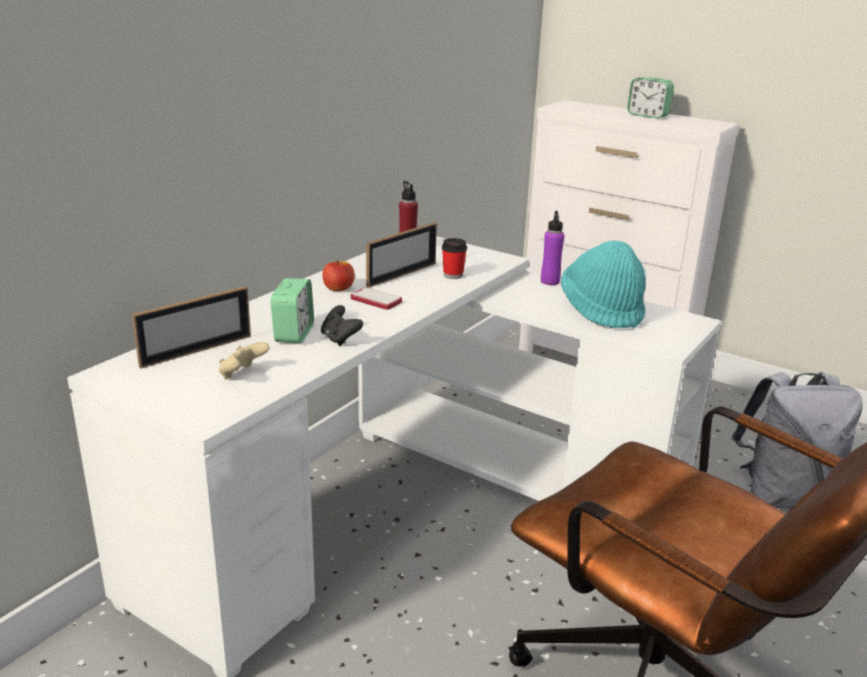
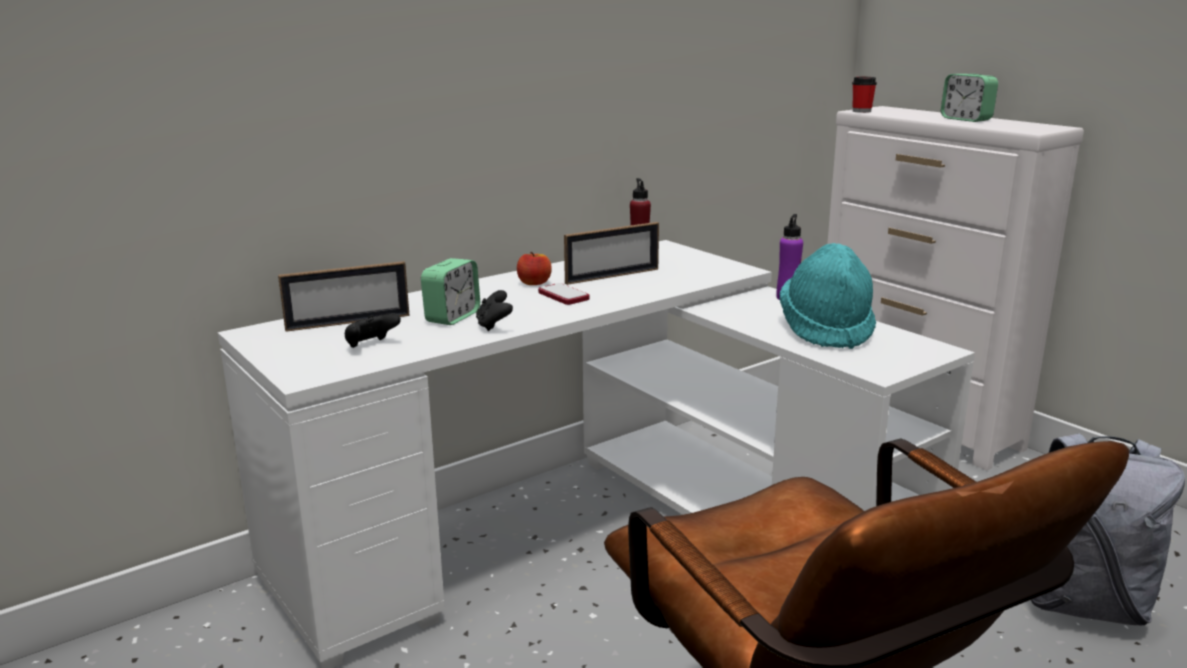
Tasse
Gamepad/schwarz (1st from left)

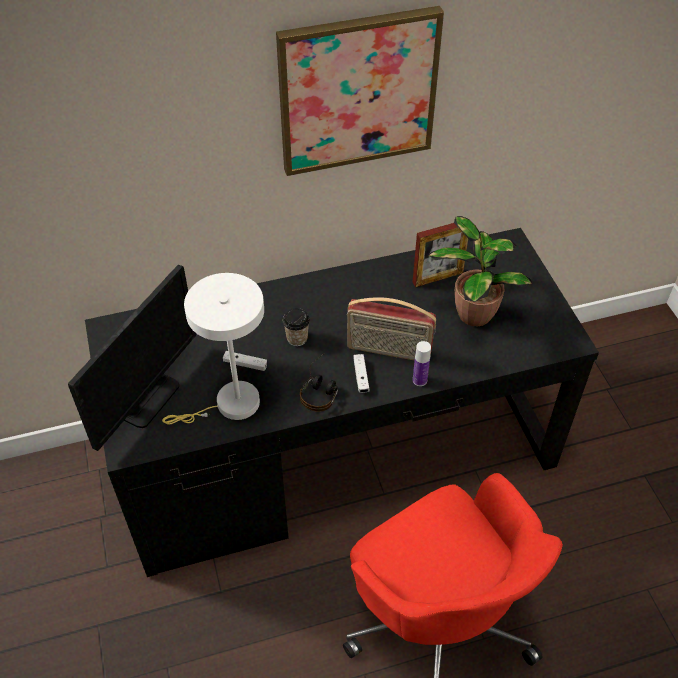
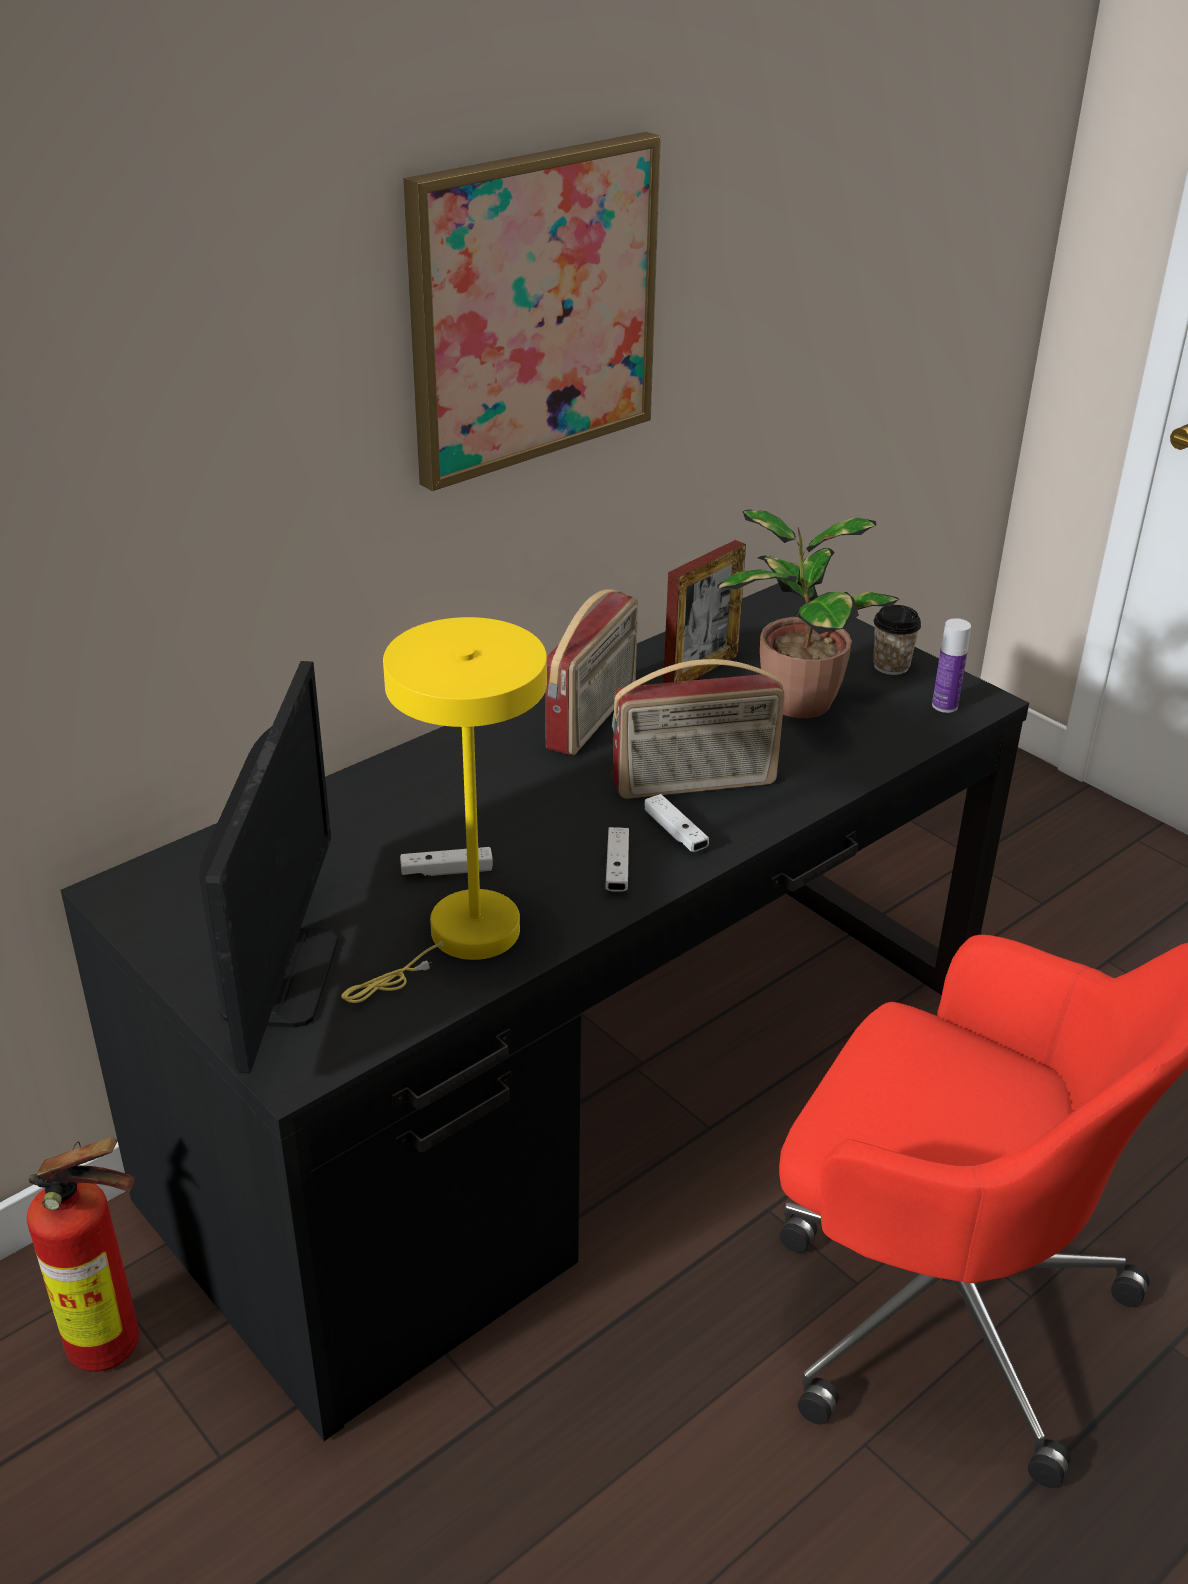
Feuerlöscher
Radio (1st from left)
Tasse
Flasche
Gamepad/weiß (2nd from left)
Tischlampe/gelb

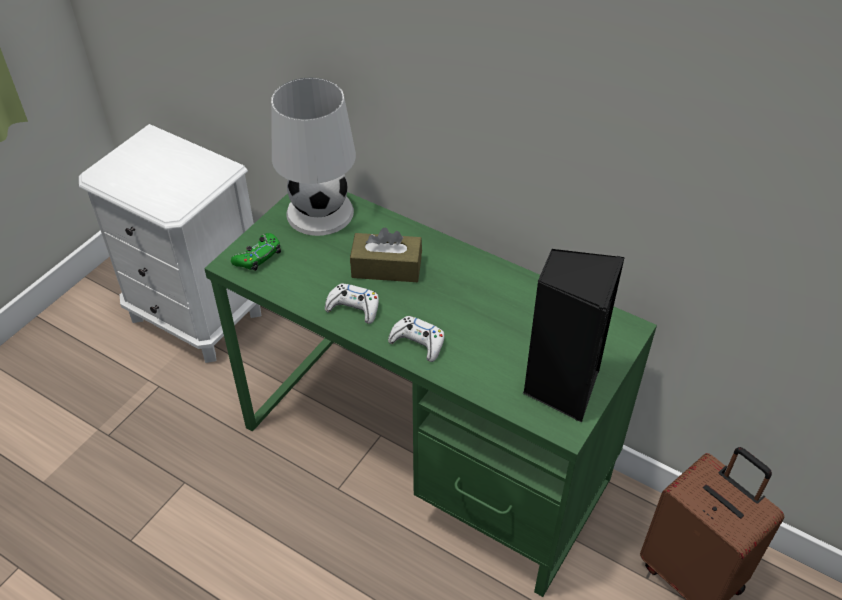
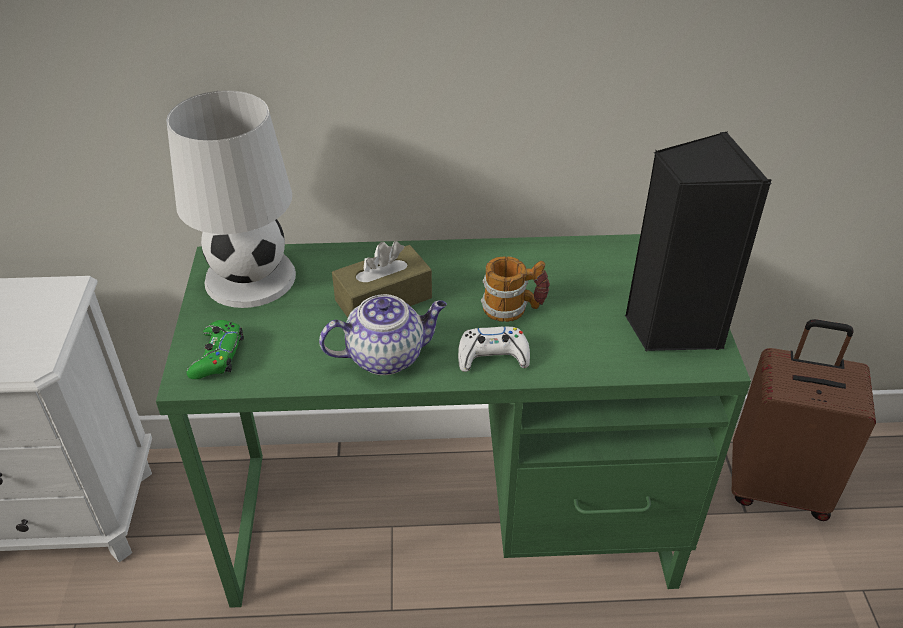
Henkelbecher
Teekanne

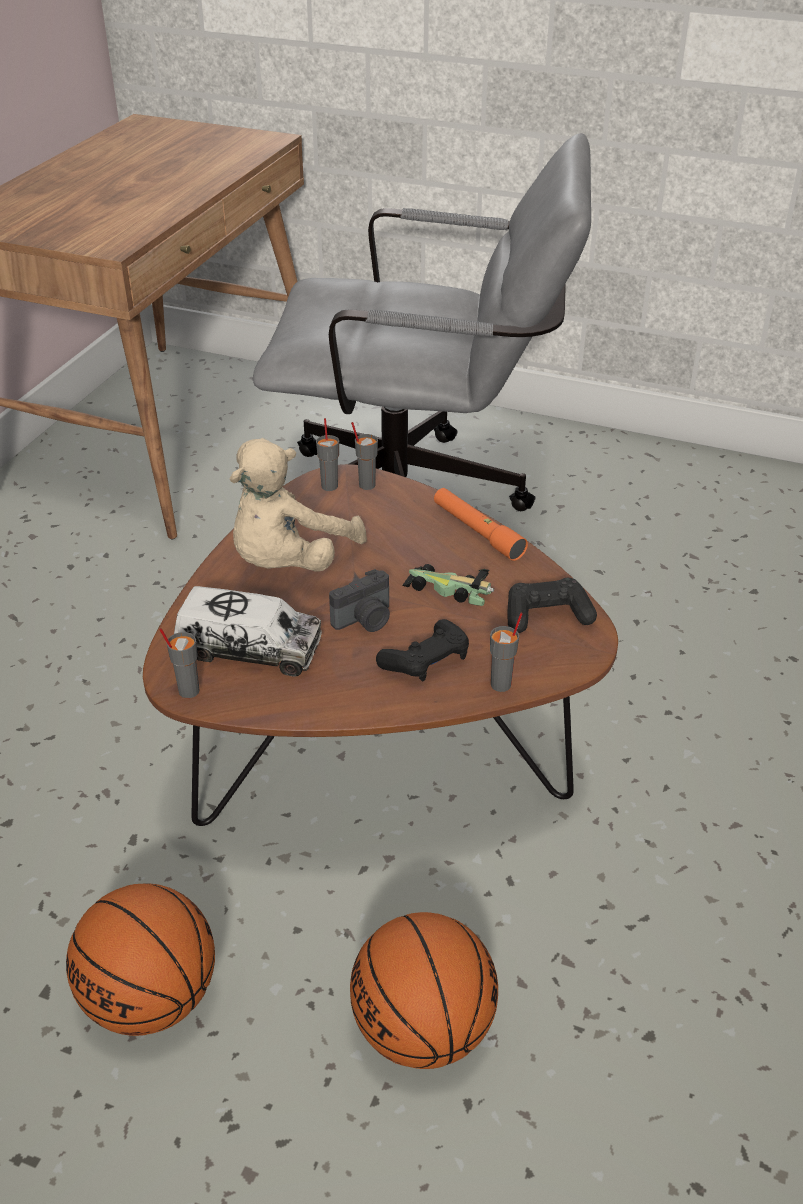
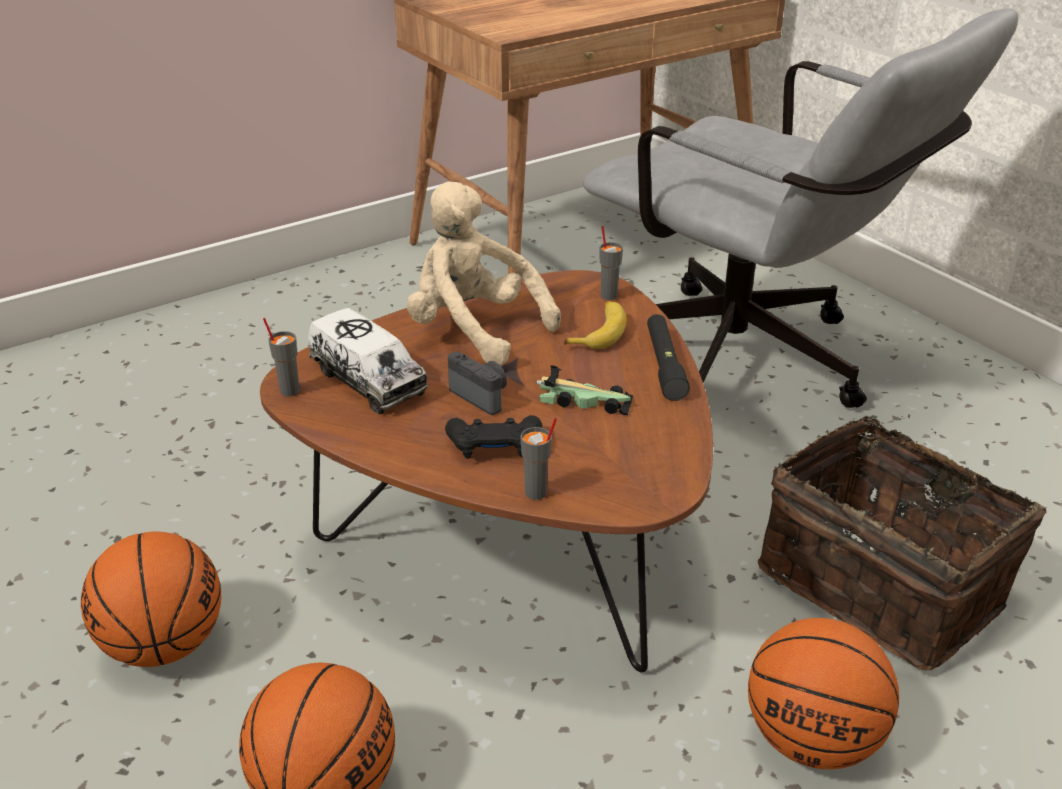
Tasse/grau (2nd from left in the first image)
Gamepad/schwarz (2nd from left in the first image)
Banane
Basketball (3rd from left)
Korb
Taschenlampe/schwarz
Plüschtier/beige
Kamera
Spielzeugauto

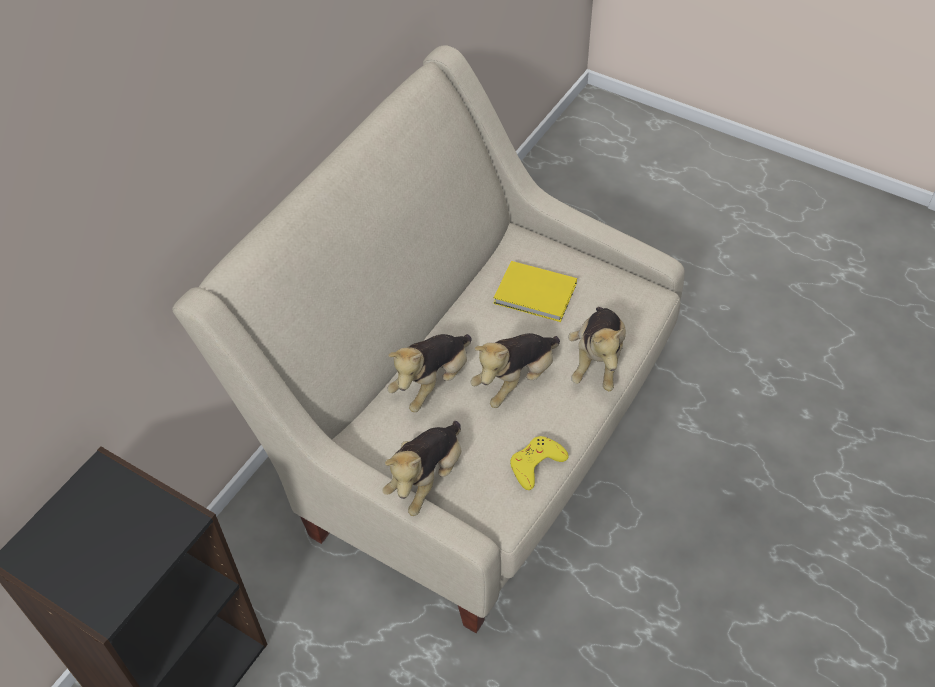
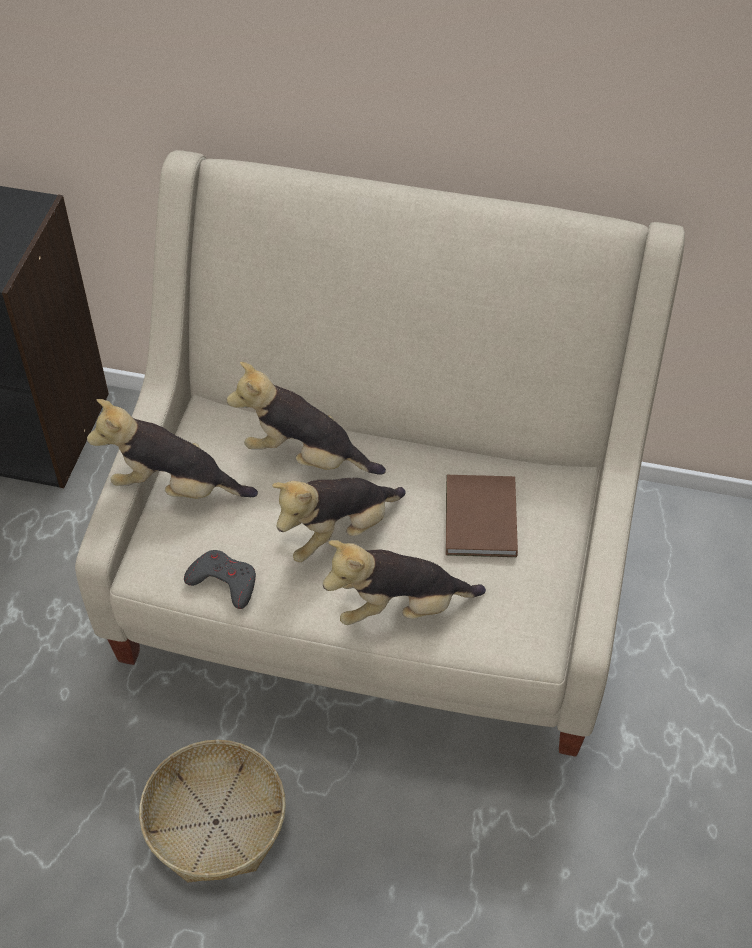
Korb
Buch/braun
Gamepad/grau
Plüschtier (3rd from left)

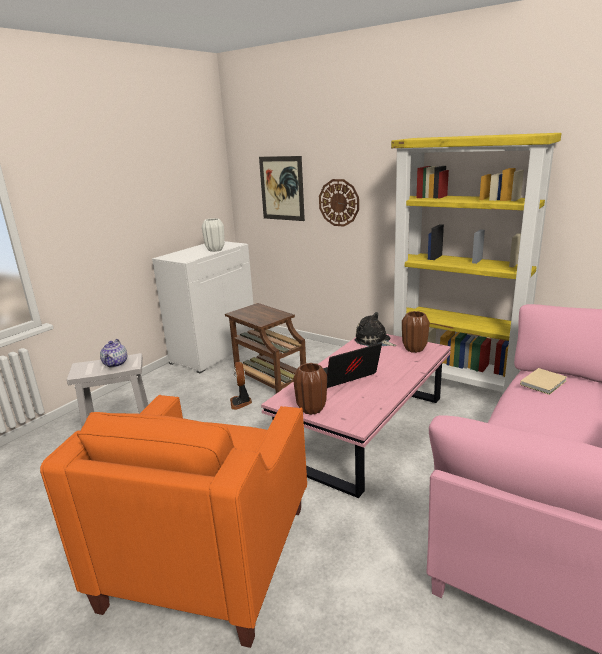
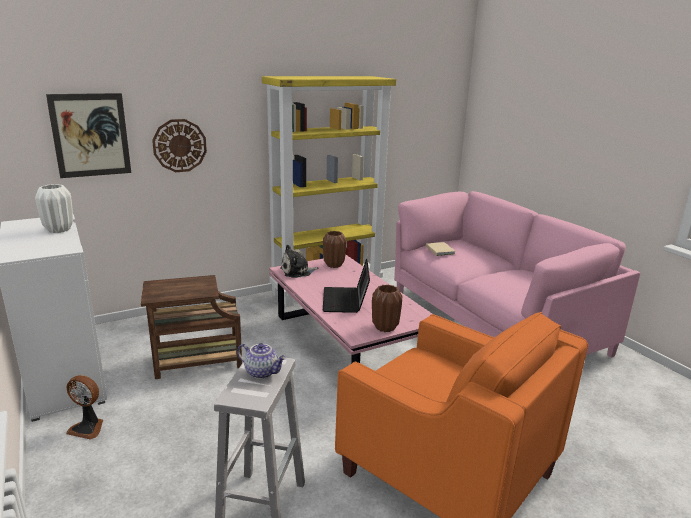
Ventilator

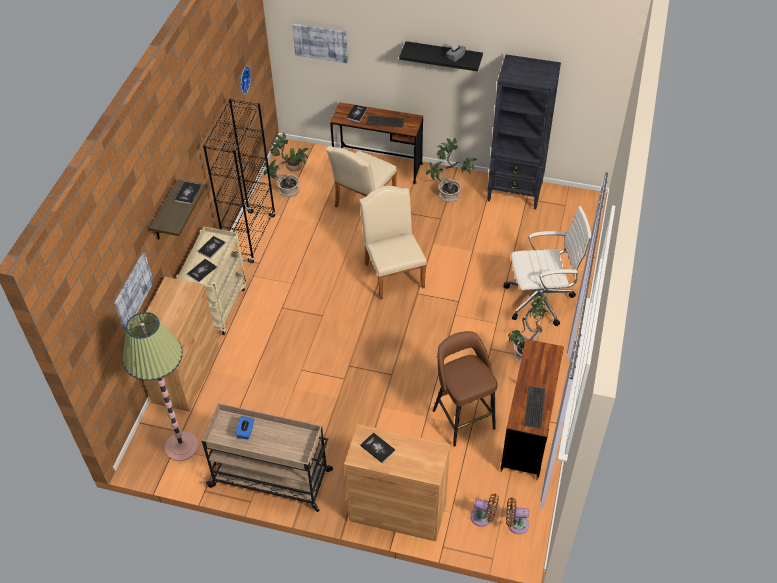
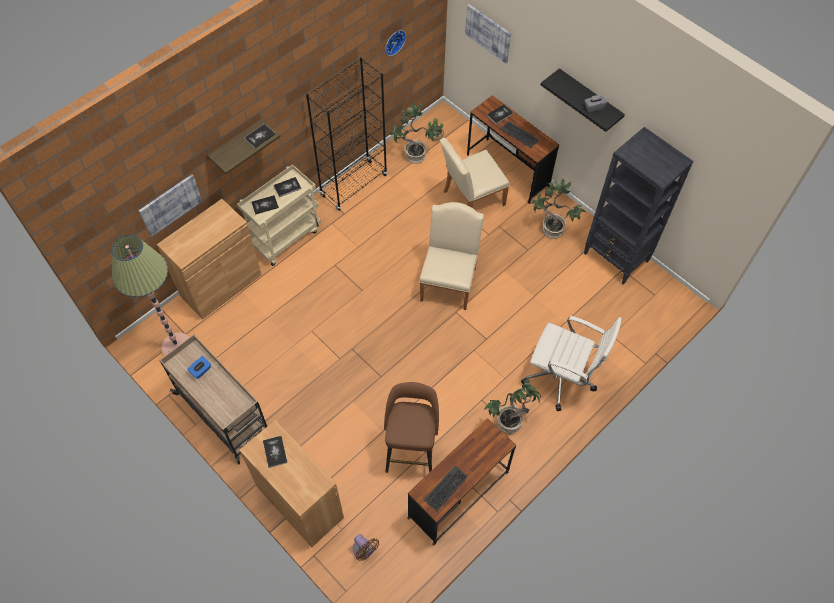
Ventilator/braun (2nd from left in the first image)

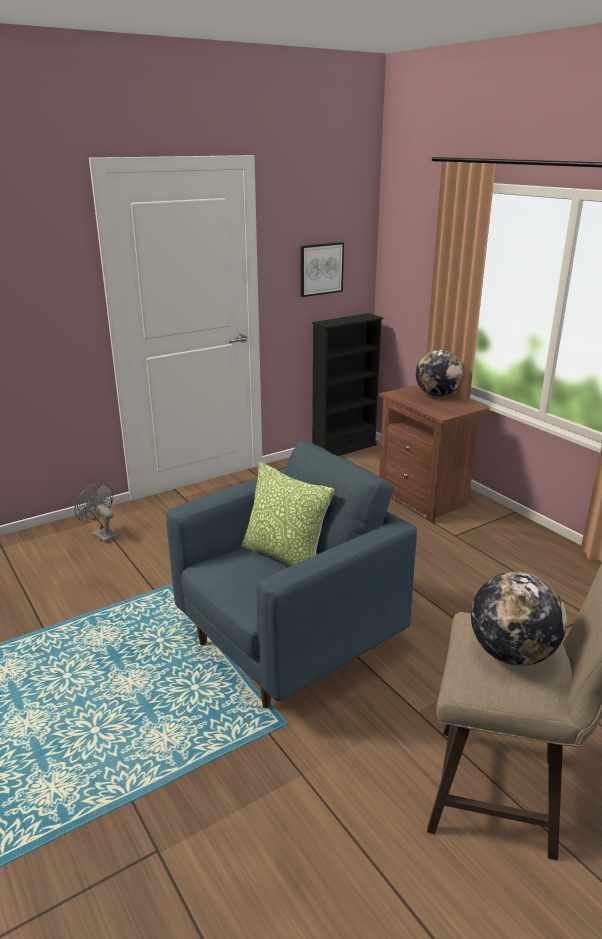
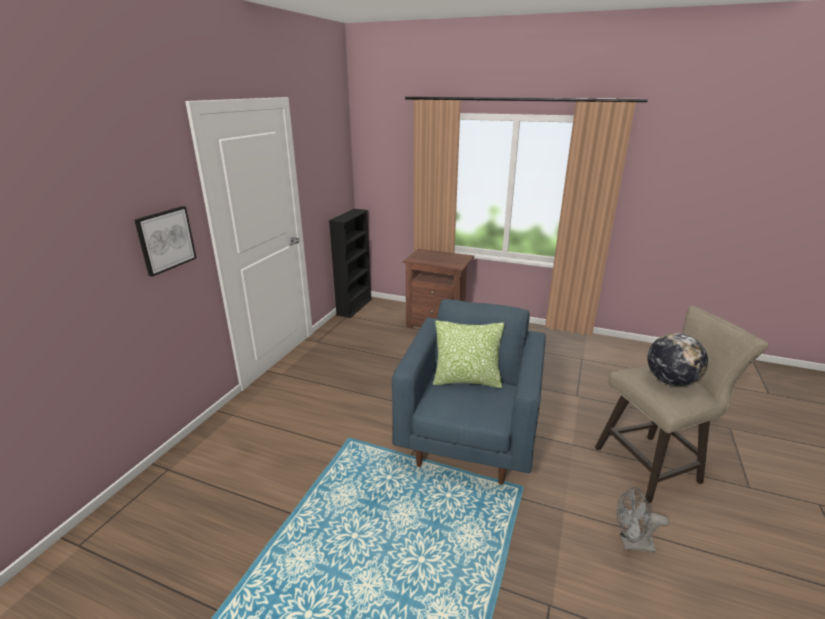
Globus (1st from left in the first image)
Ventilator/grau
Bild

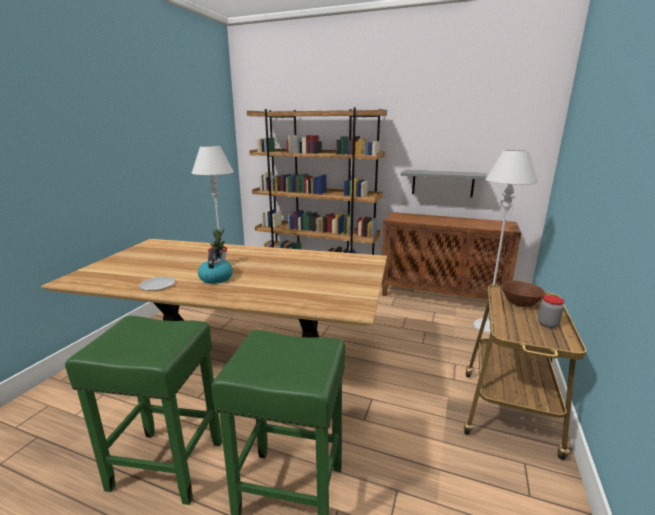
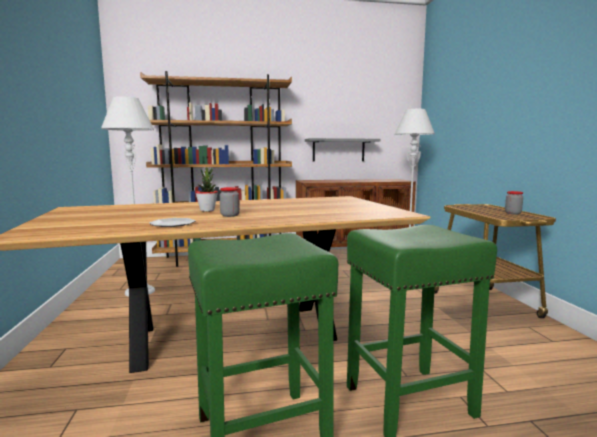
Schüssel/braun
Vorratsglas (1st from left)

